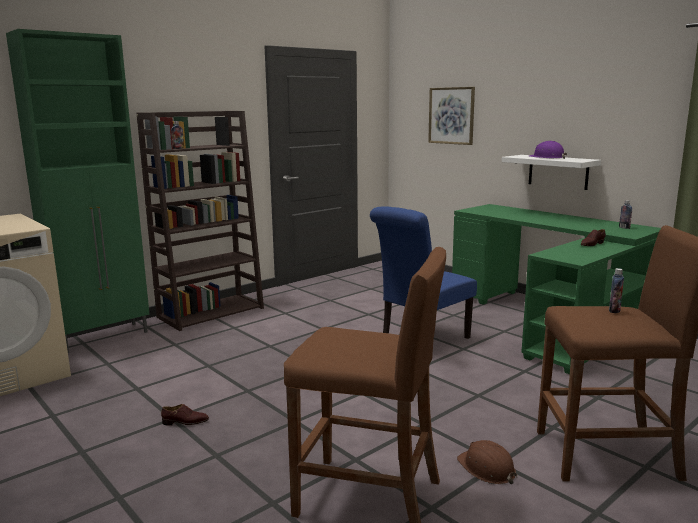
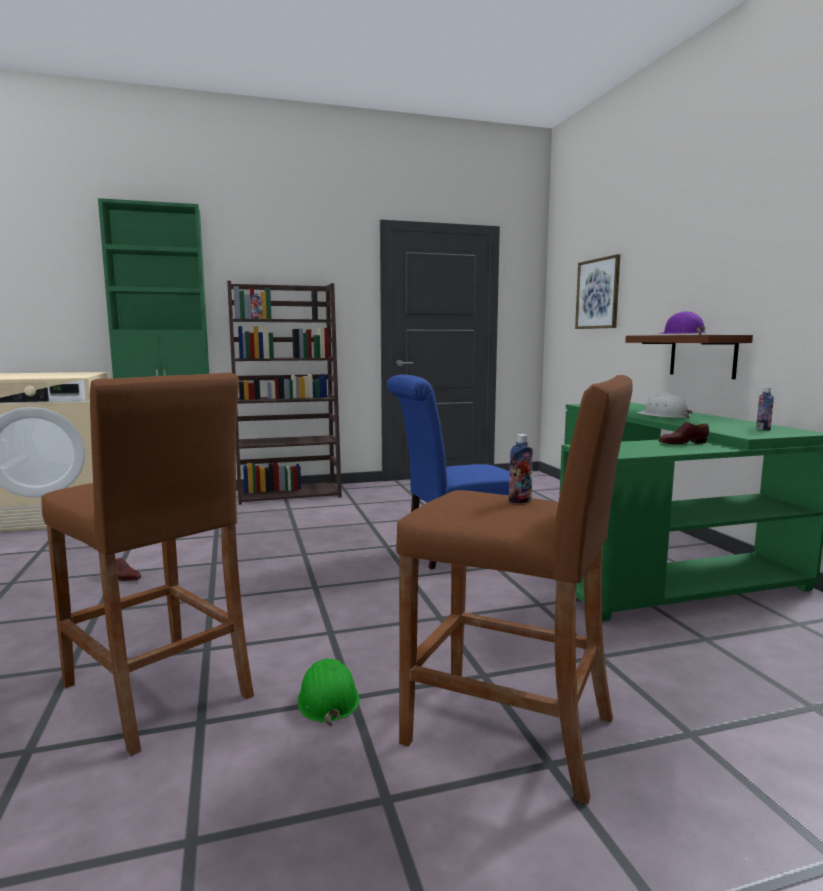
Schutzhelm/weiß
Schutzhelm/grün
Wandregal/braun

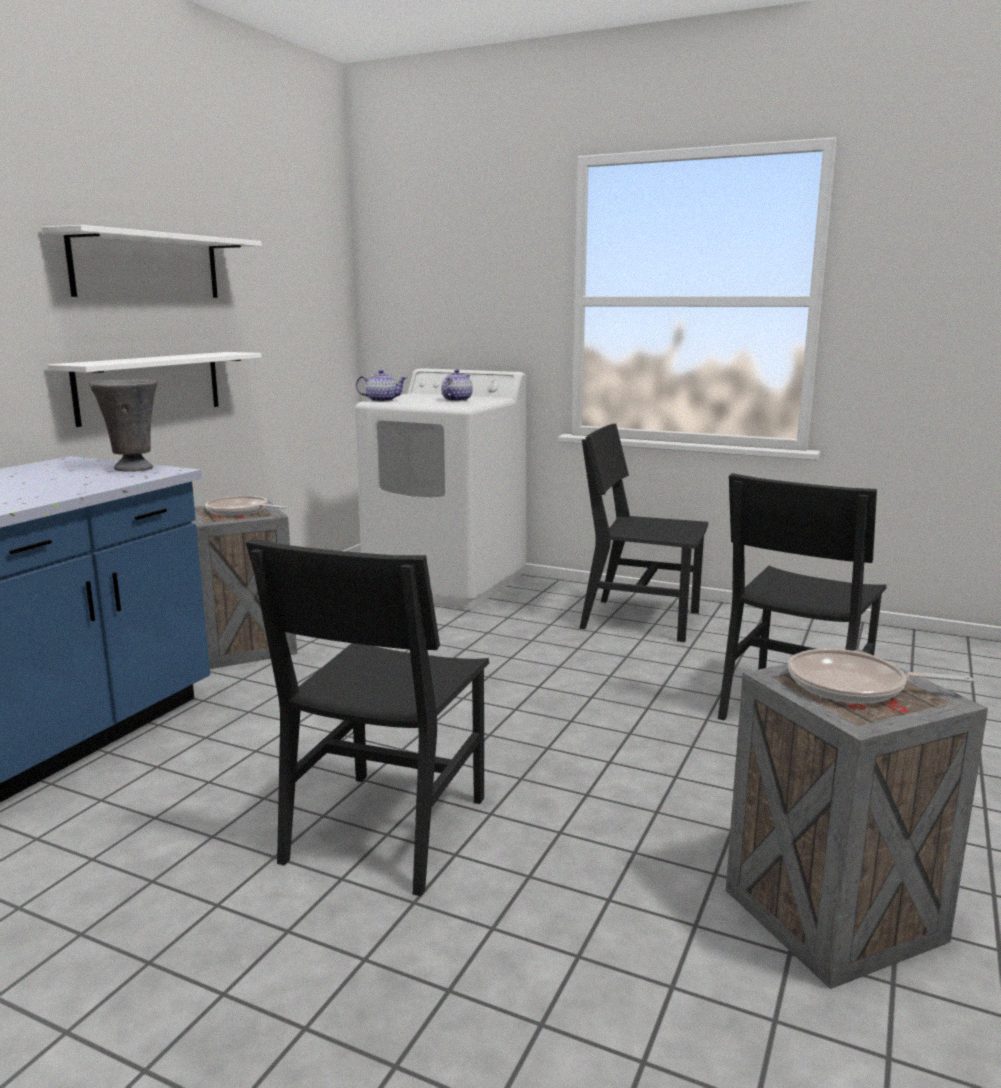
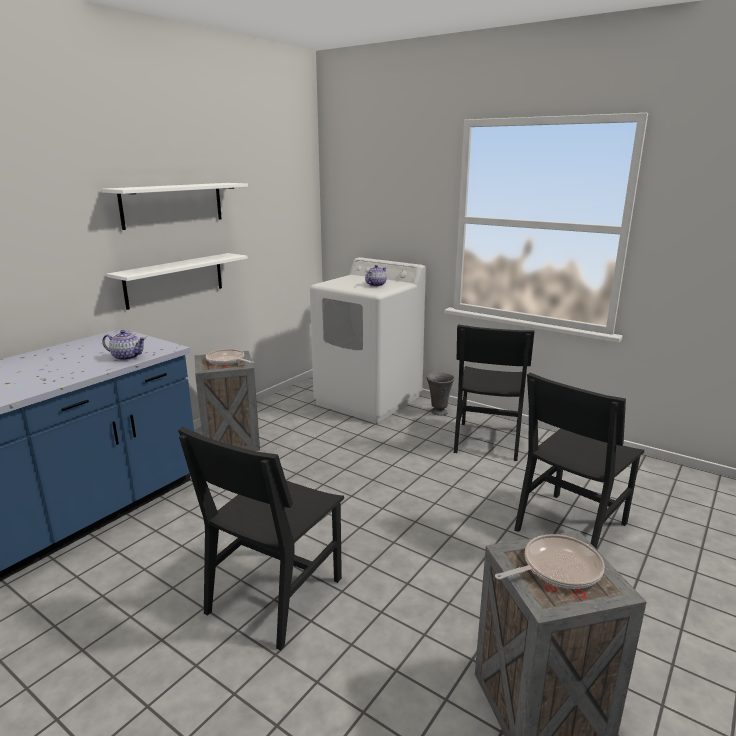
Vase/grau
Teekanne (1st from left)
Stuhl/schwarz (2nd from left)
Pfanne (2nd from left)

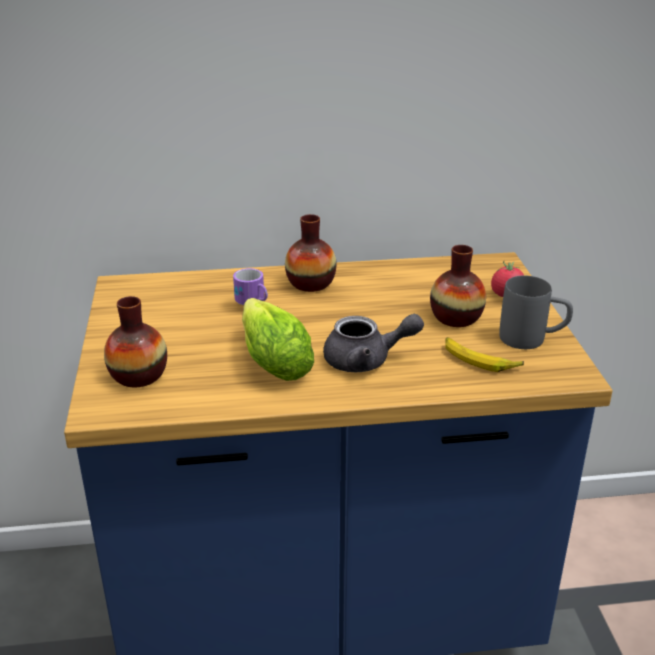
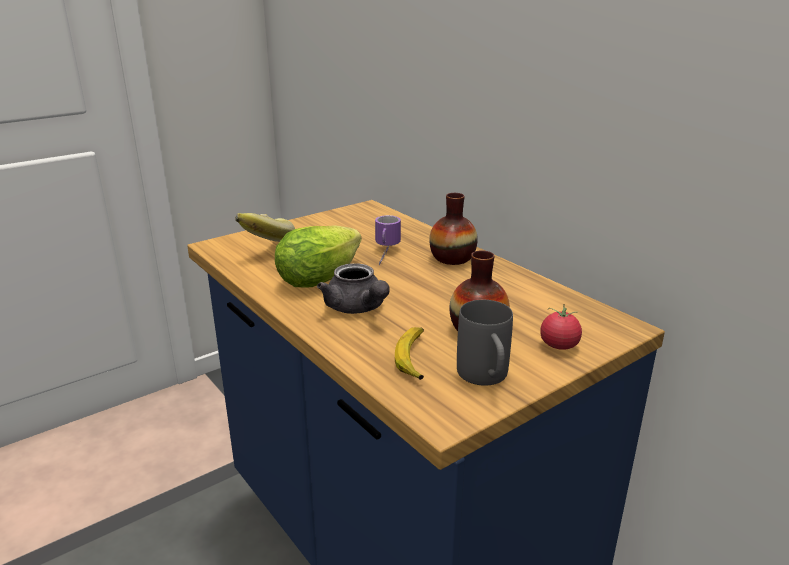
Banane (1st from left)

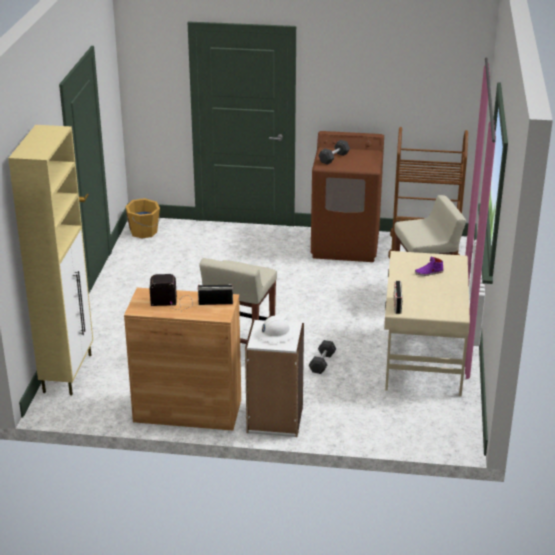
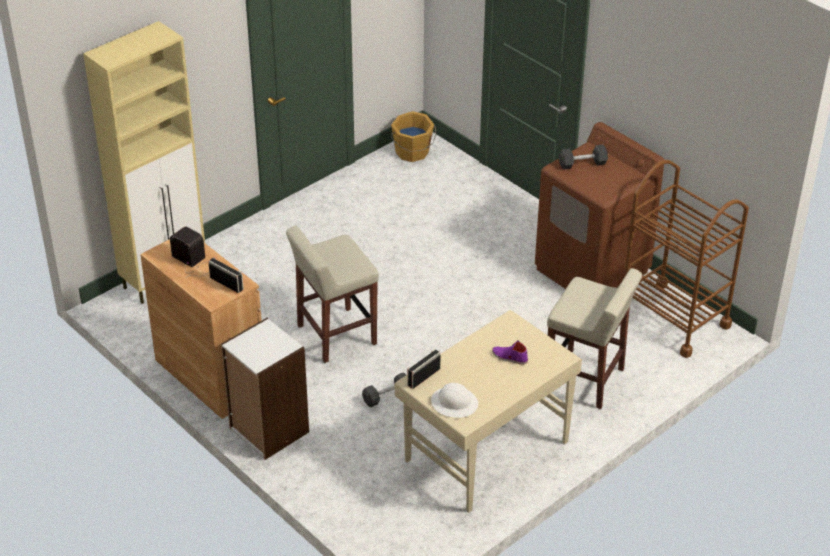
Schutzhelm/weiß

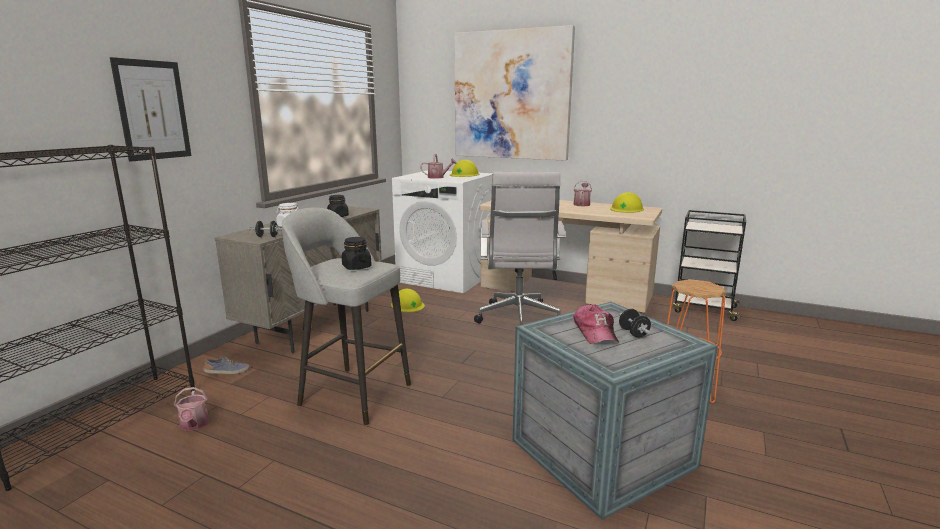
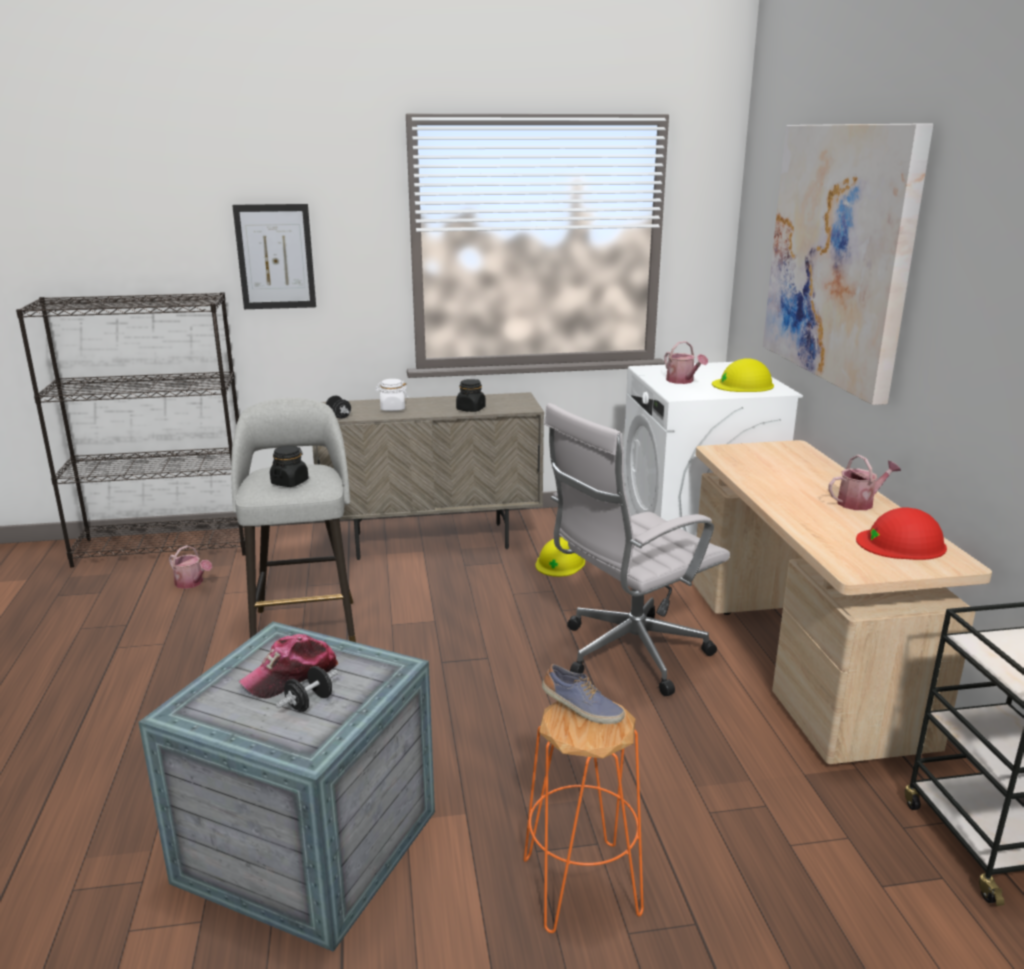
Schuh
Schutzhelm/rot
Gießkanne (1st from left)

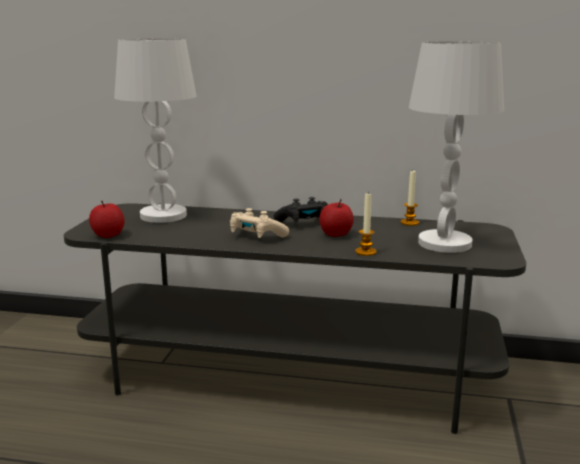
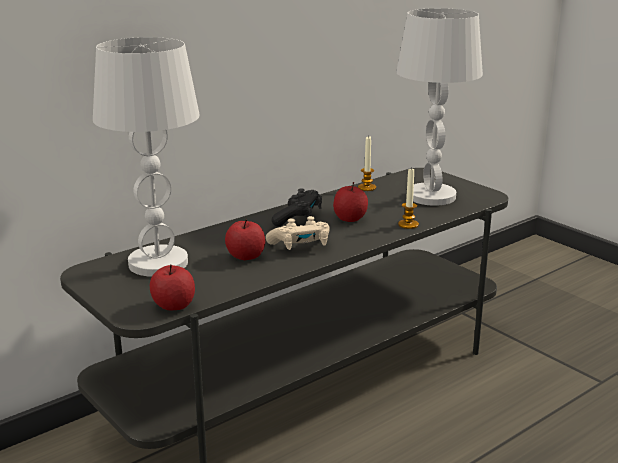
Apfel (2nd from left)

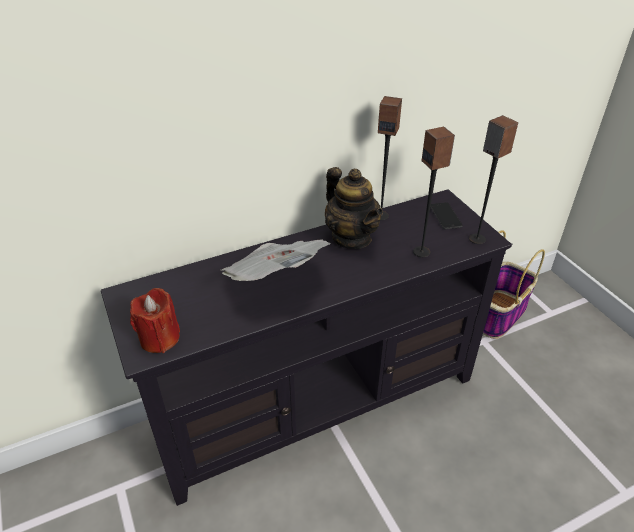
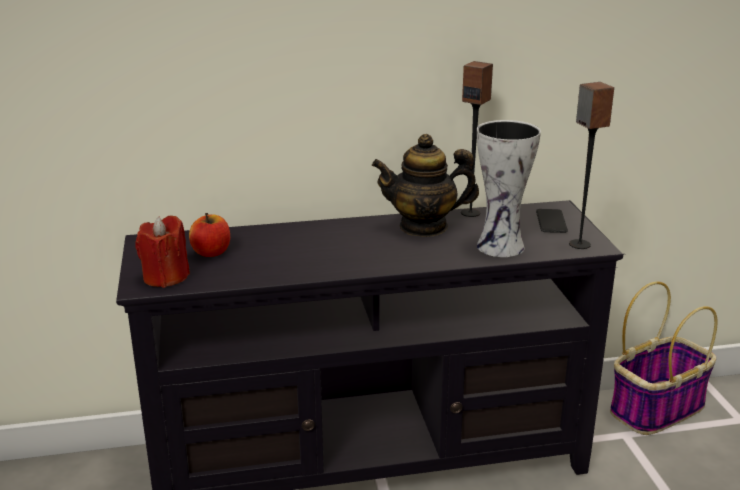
Zeitung
Apfel
Vase
Teekanne

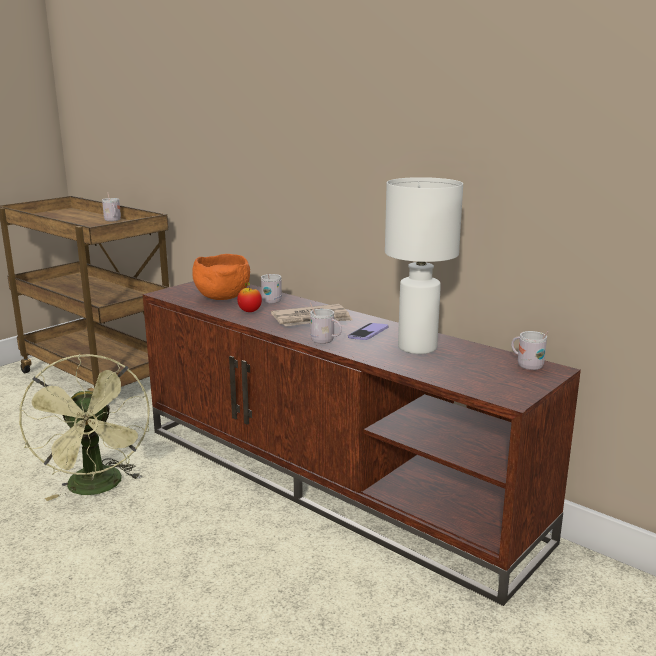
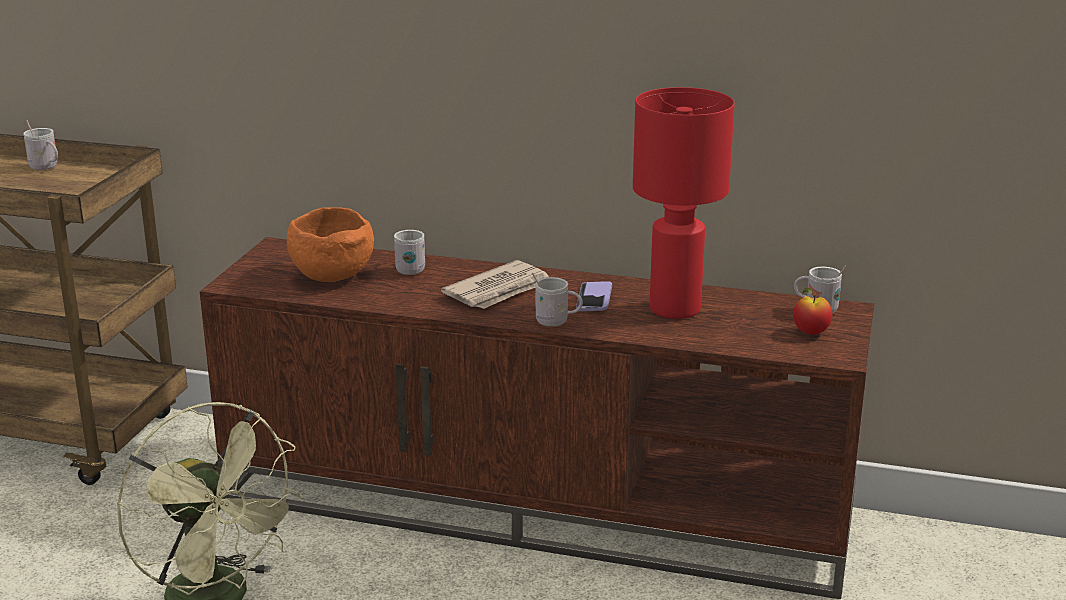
Apfel
Tischlampe/rot

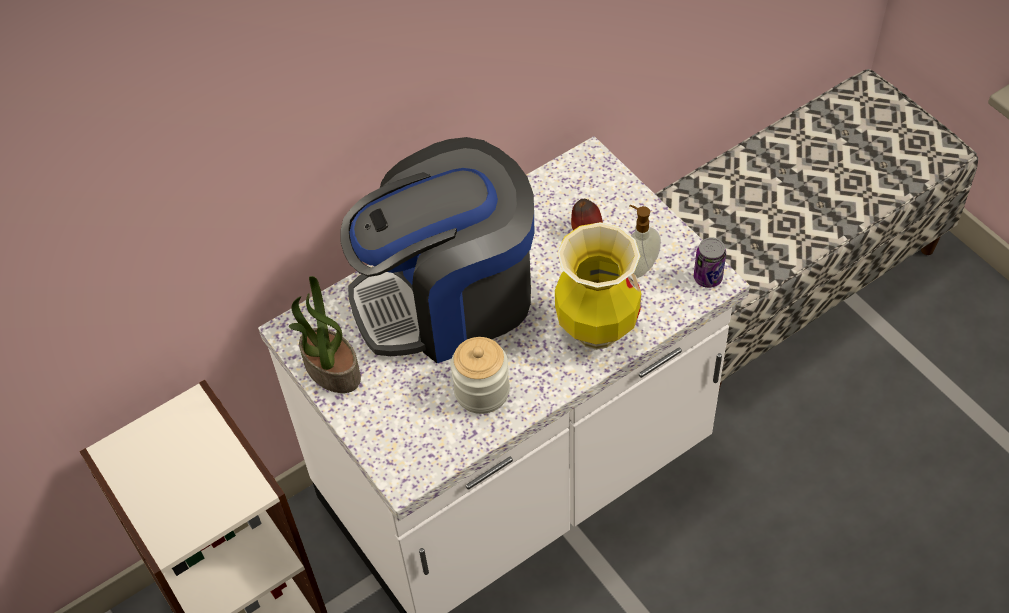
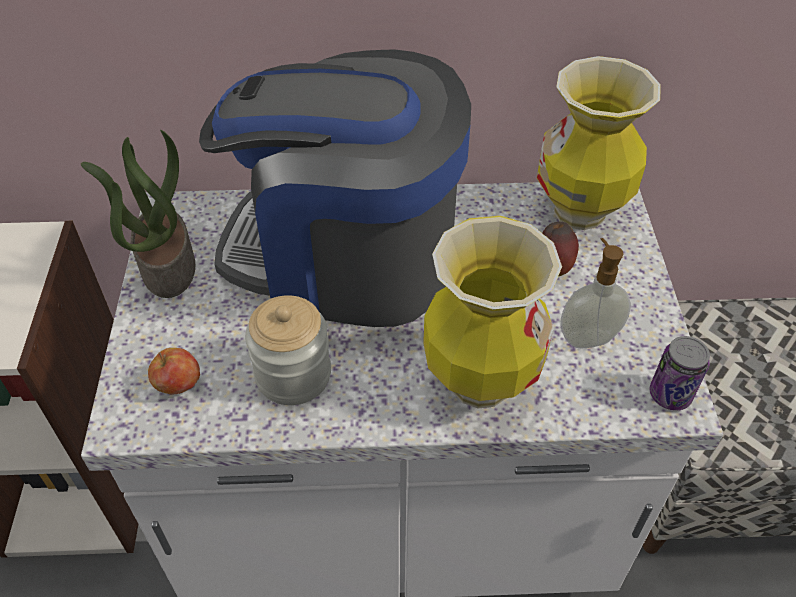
Apfel (1st from left)
Vase (2nd from left)

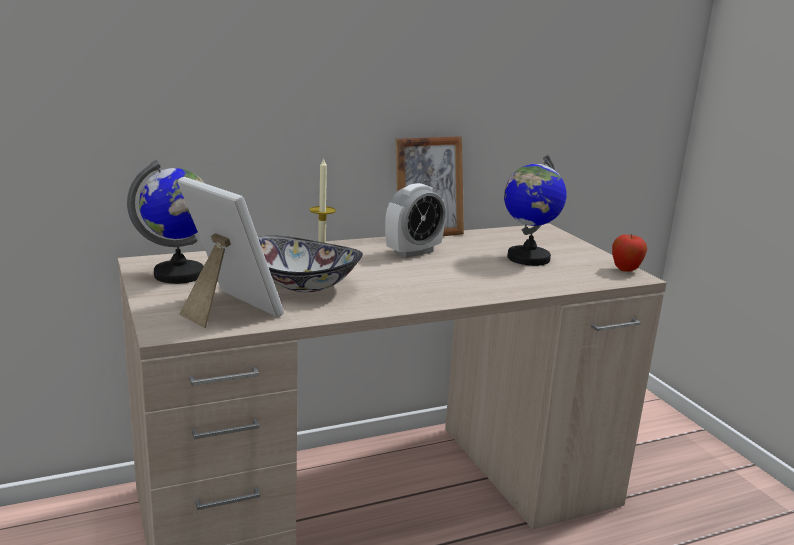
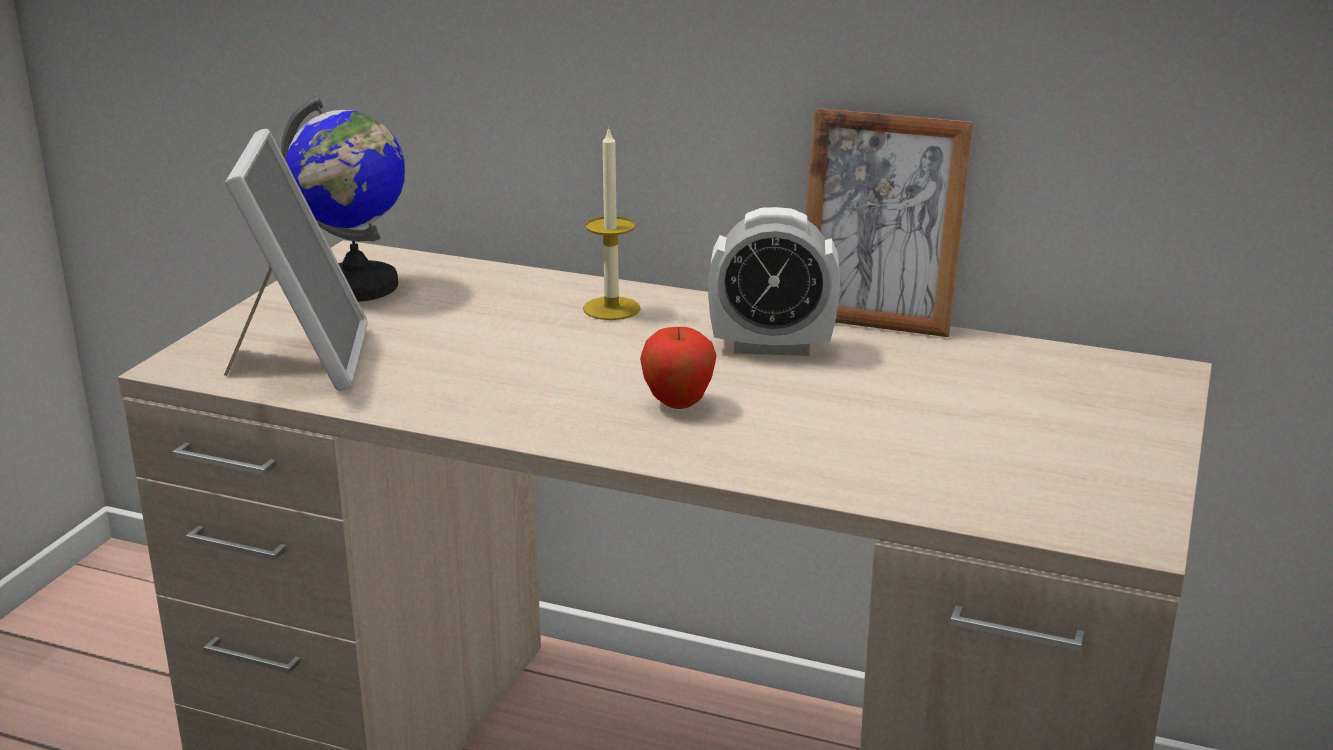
Schüssel
Globus (2nd from left in the first image)
Apfel

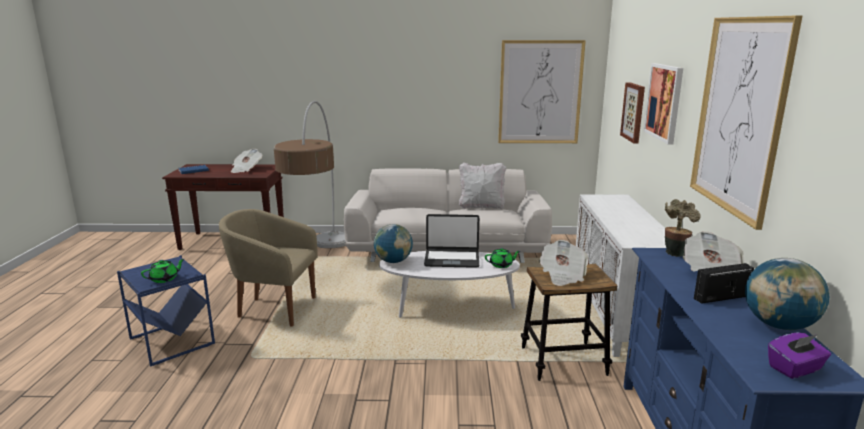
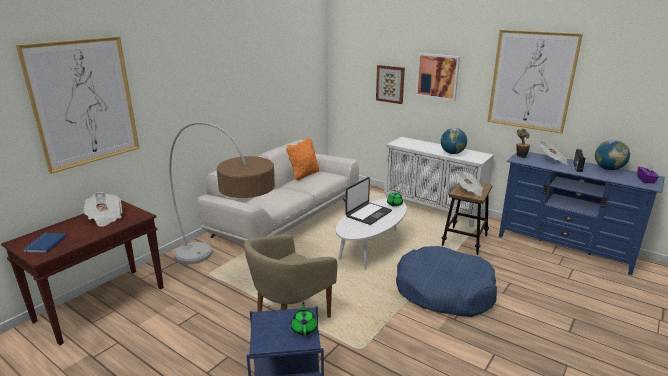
Hundebett/blau
Globus (1st from left)
Bild (1st from left)
Kissen/orange

